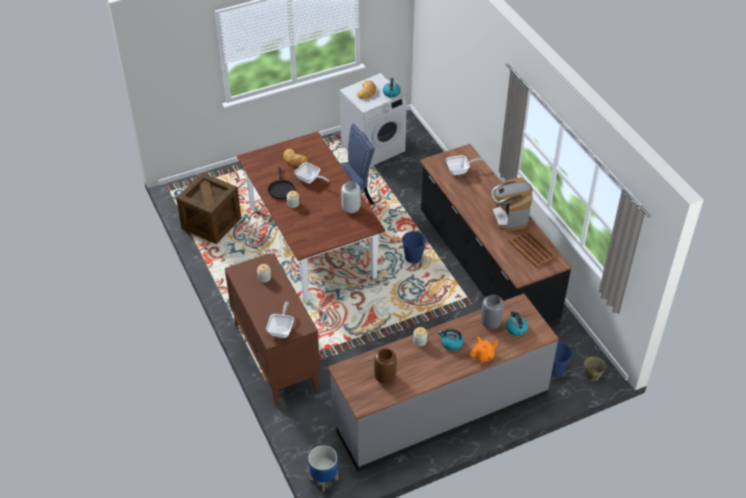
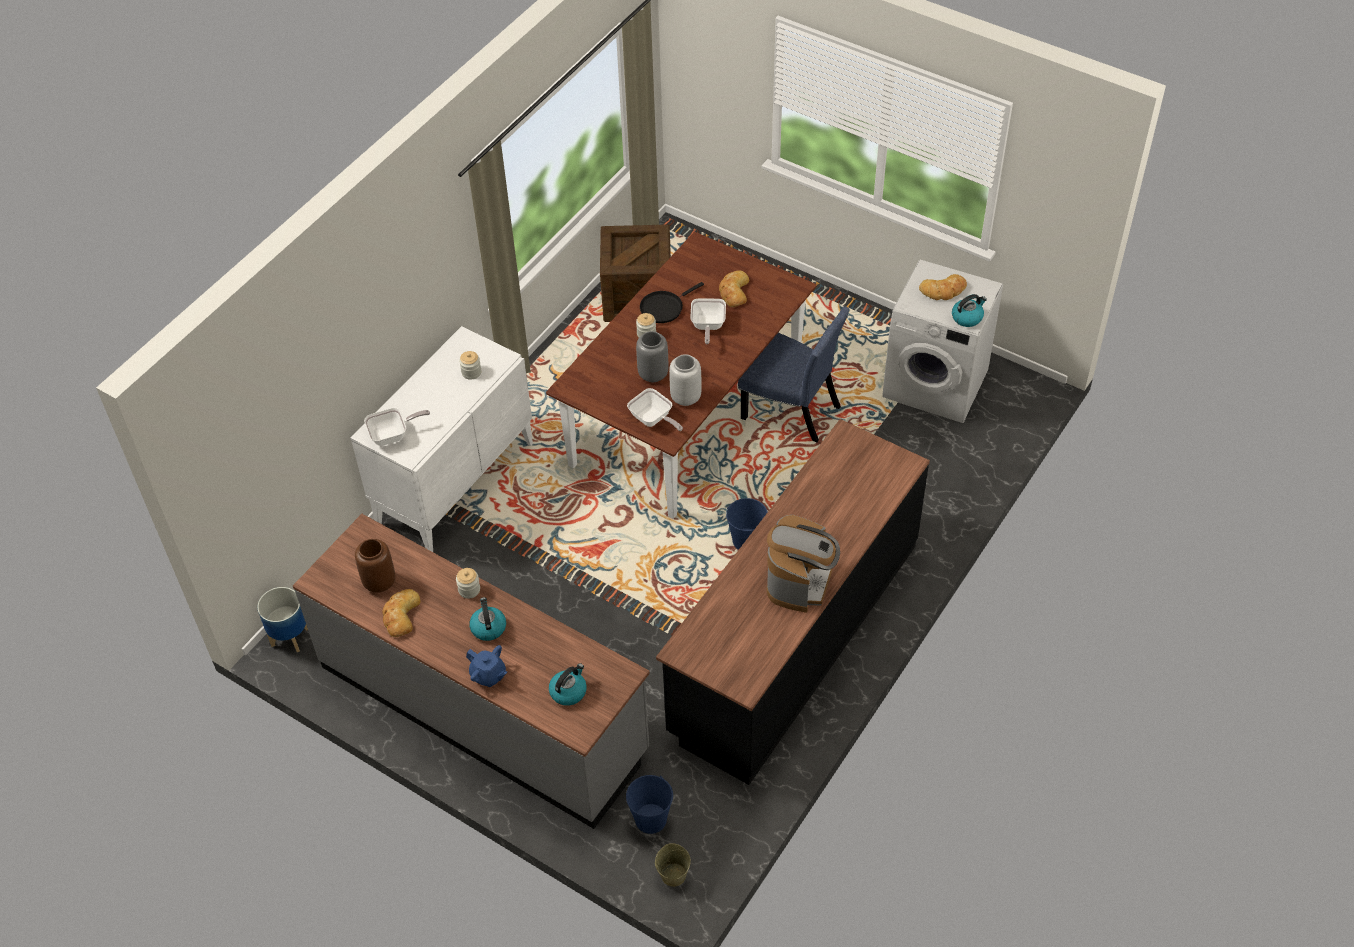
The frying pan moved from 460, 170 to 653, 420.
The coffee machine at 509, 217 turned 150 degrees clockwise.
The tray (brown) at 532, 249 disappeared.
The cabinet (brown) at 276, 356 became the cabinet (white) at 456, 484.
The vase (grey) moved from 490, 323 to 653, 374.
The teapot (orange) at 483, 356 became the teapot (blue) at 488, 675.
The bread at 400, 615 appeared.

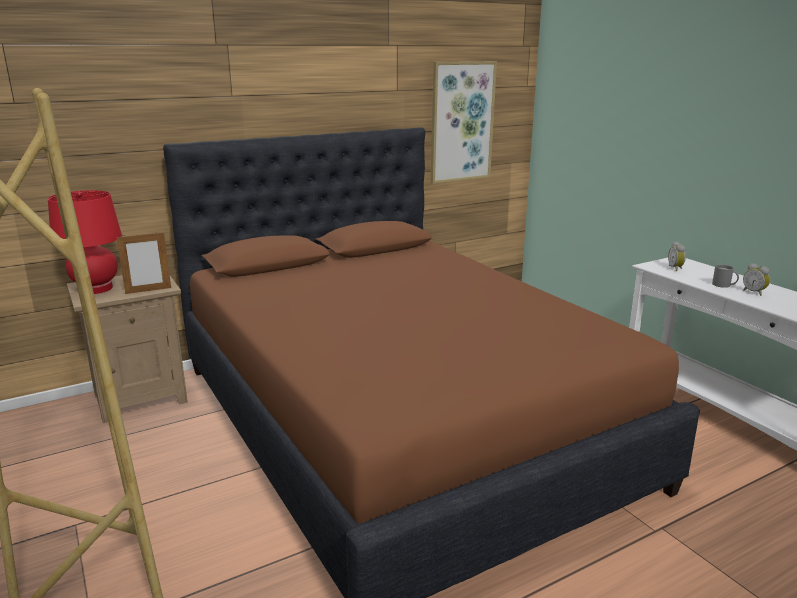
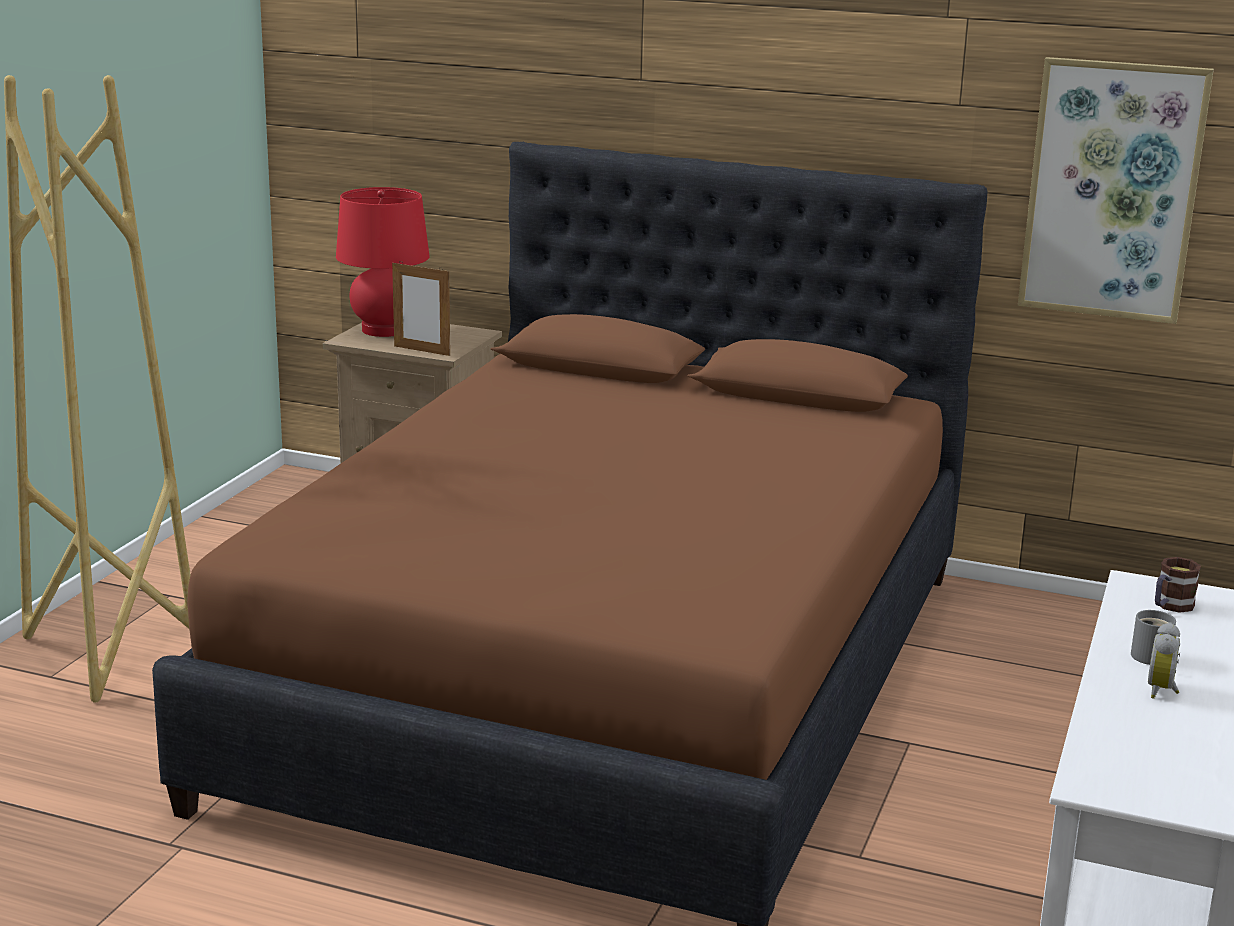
The alarm clock at 676, 268 was replaced by the mug at 1170, 606.

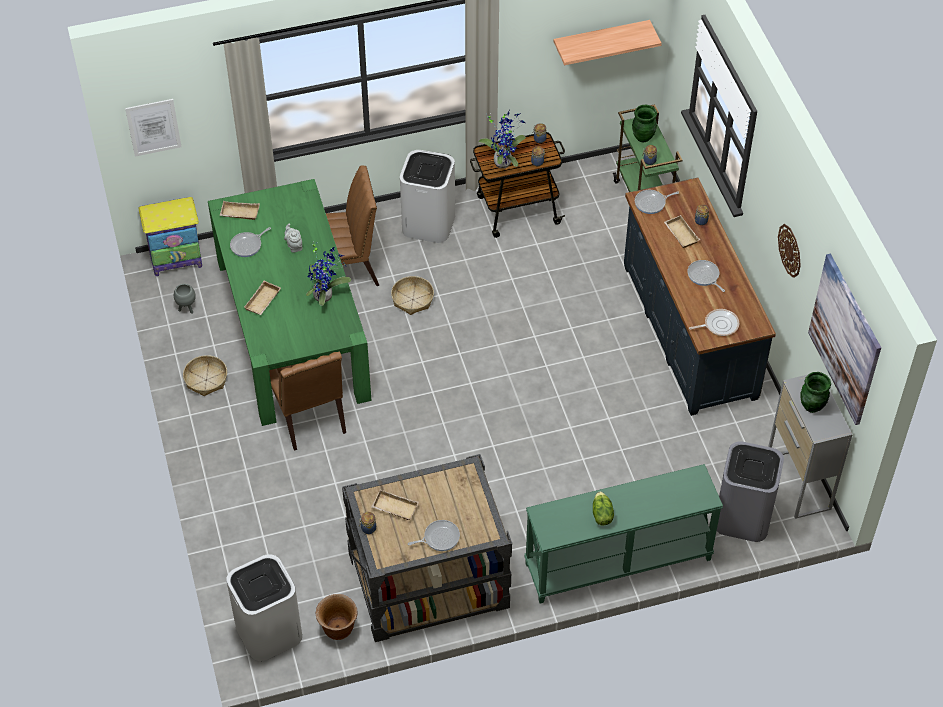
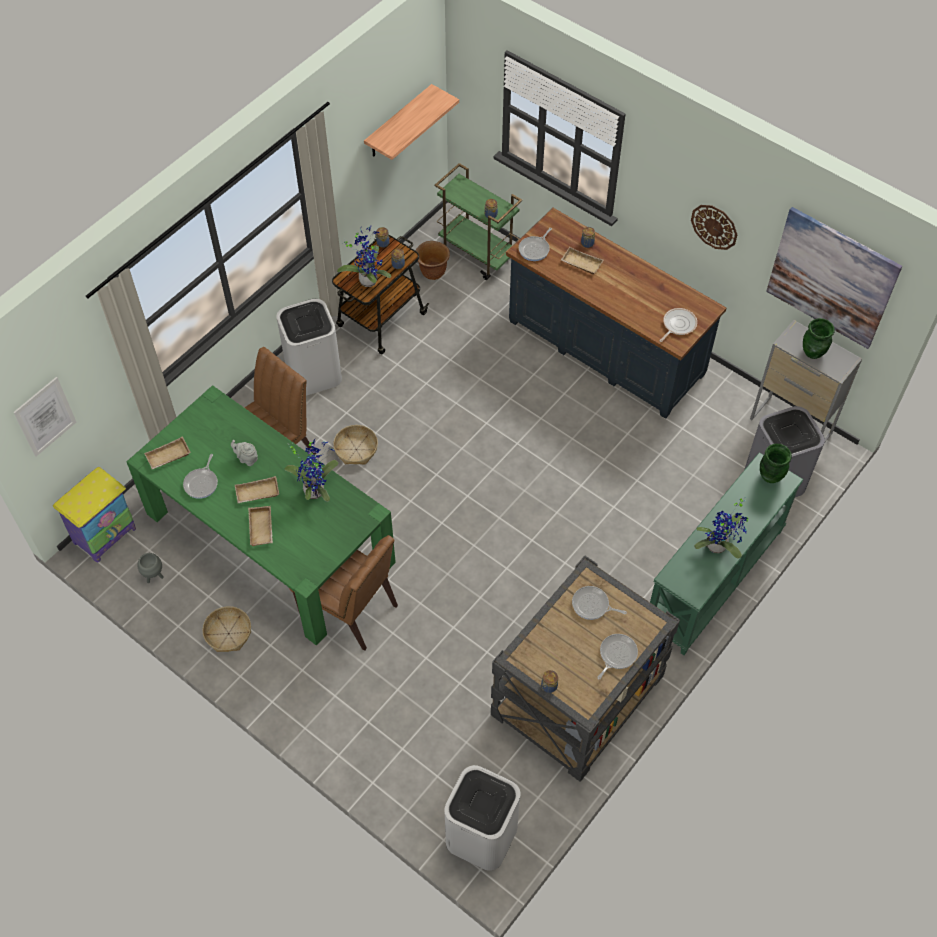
The vase (green) moved from 643, 137 to 770, 476.
The frying pan moved from 704, 276 to 592, 605.
The tray (beige) moved from 394, 508 to 257, 493.
The lettuce at 601, 515 was replaced by the potted plant at 719, 547.
The planter (brown) moved from 338, 629 to 432, 272.

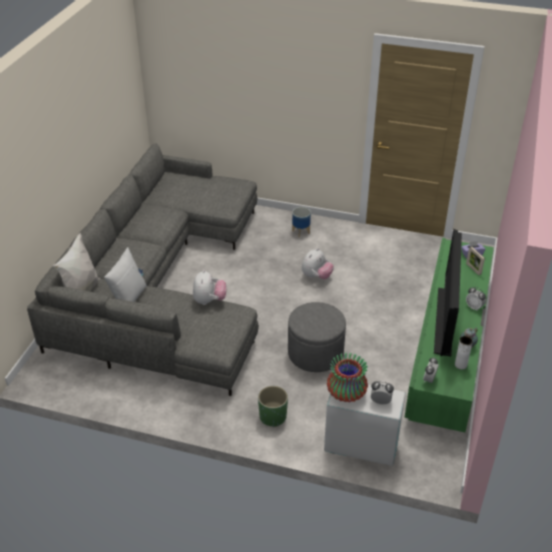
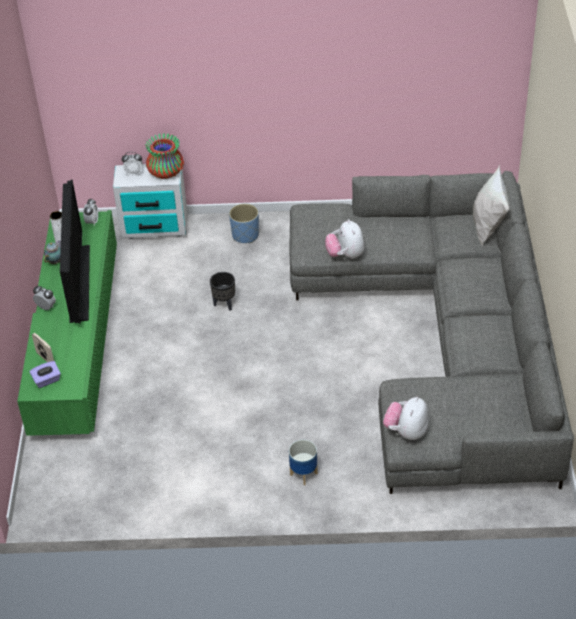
The pillow (grey) at 129, 299 disappeared.
The plush toy moved from 316, 276 to 406, 431.
The ottoman (grey) at 315, 353 was replaced by the planter (black) at 224, 304.
The planter (green) at 273, 416 became the planter (blue) at 245, 235.

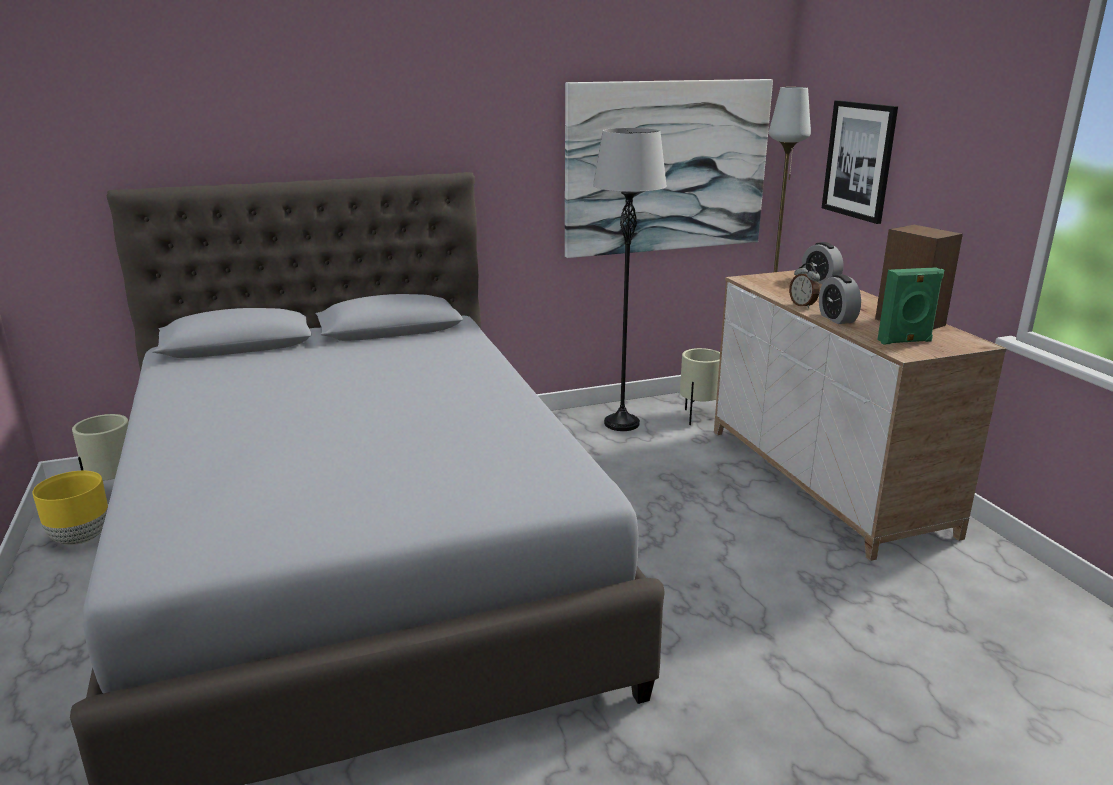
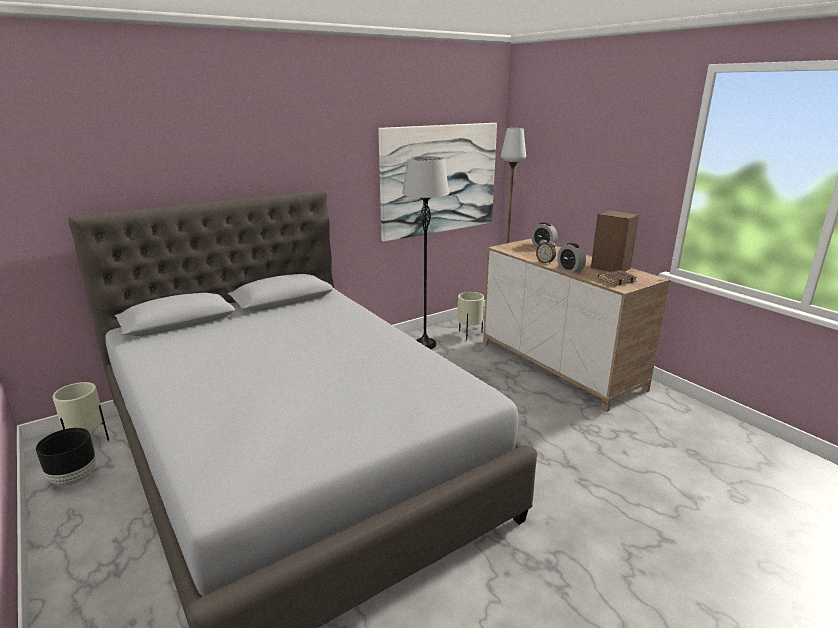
The picture at 859, 160 disappeared.
The speaker (green) at 905, 341 was replaced by the book (brown) at 616, 280.
The planter (yellow) at 80, 537 became the planter (black) at 74, 478.

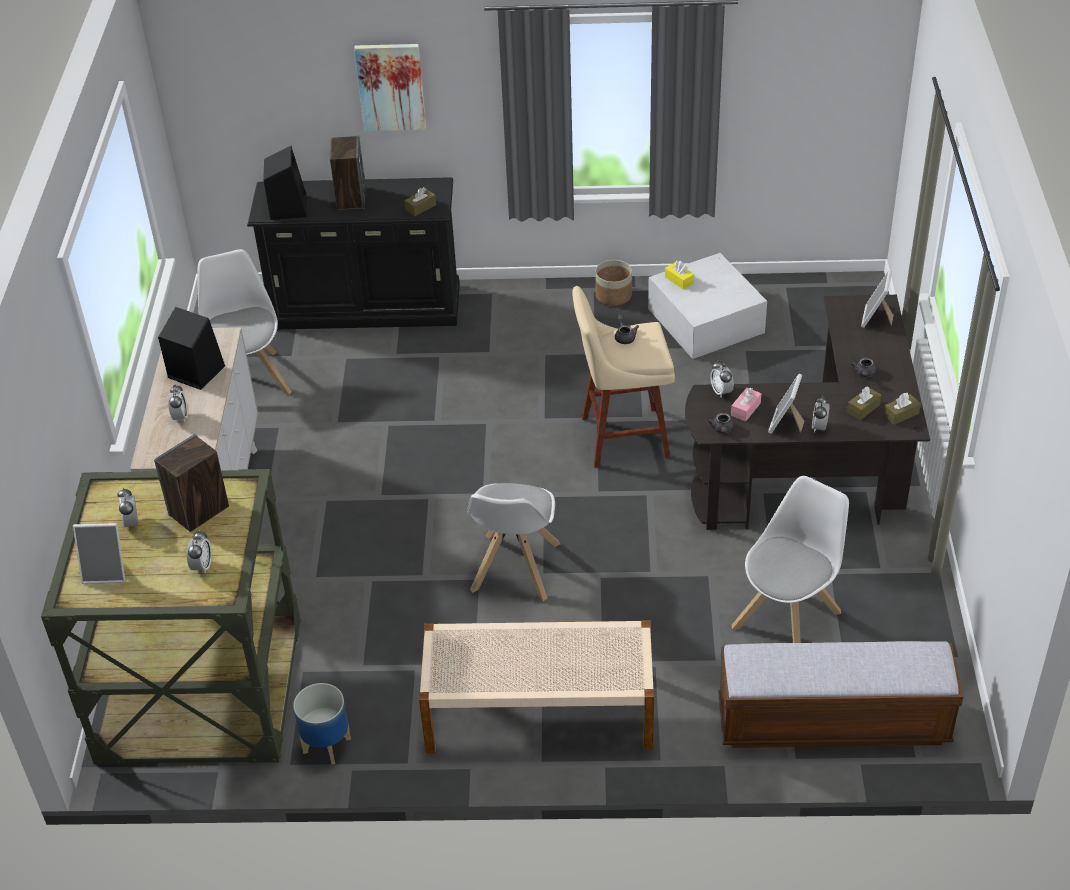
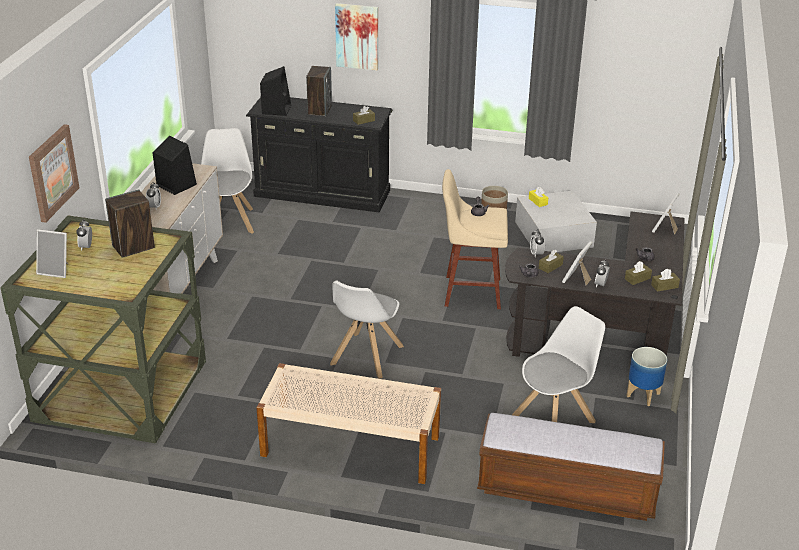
The tissue box (pink) at 745, 409 became the tissue box (brown) at 550, 266.
The alarm clock at 202, 566 disappeared.
The planter moved from 327, 745 to 643, 395.
The picture at 52, 172 appeared.

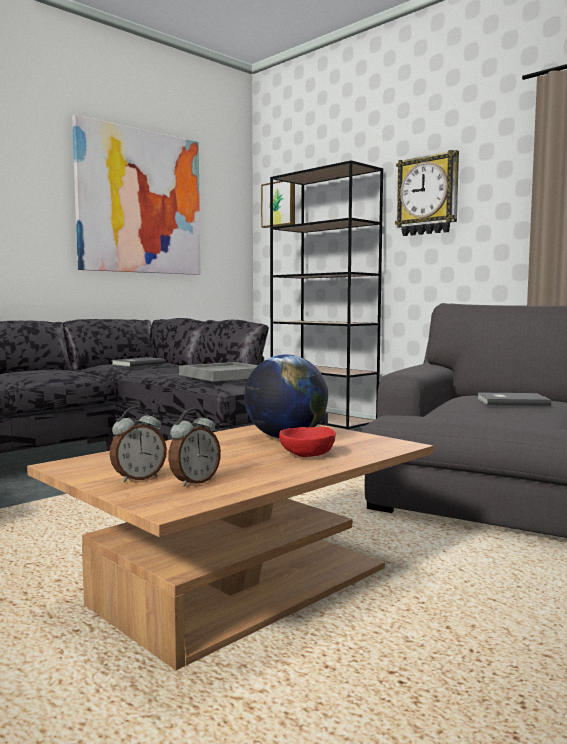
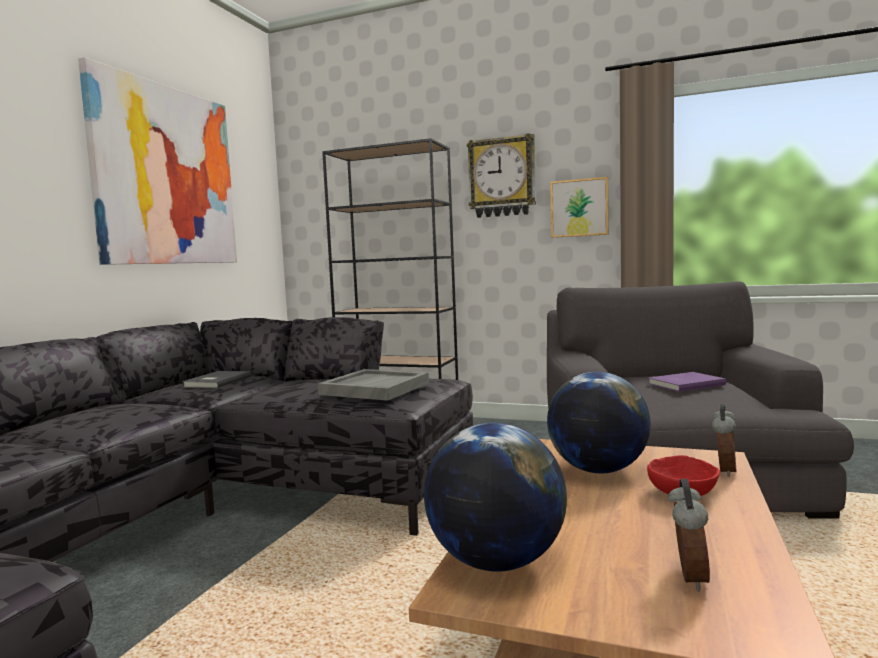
The picture moved from 279, 204 to 579, 208.
The book (grey) at 510, 402 became the book (purple) at 684, 384.
The alarm clock moved from 138, 478 to 723, 470.
The globe at 496, 562 appeared.

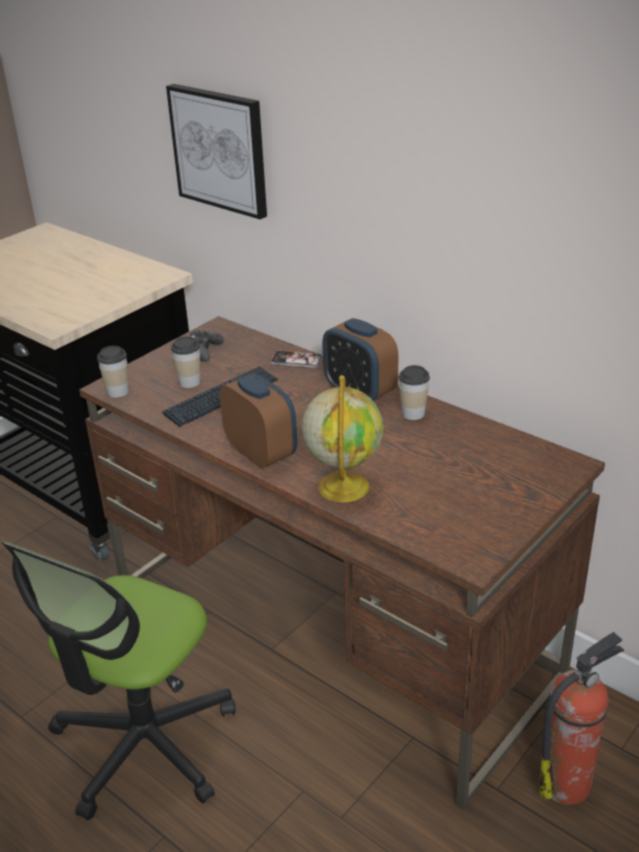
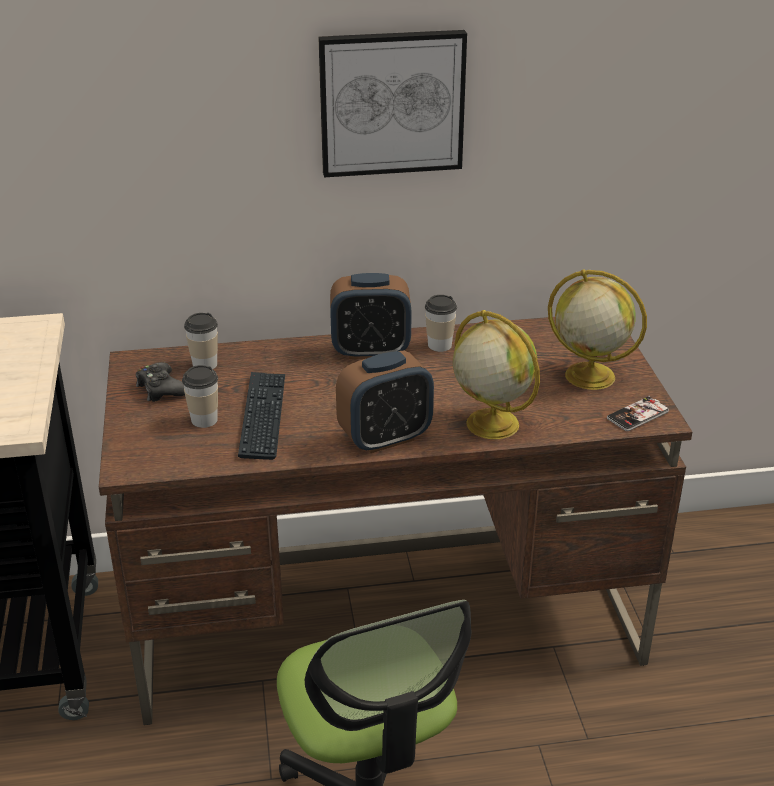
The picture moved from 220, 149 to 391, 103.
The cup moved from 118, 391 to 204, 364.
The phone moved from 296, 360 to 637, 415.
The alarm clock at 261, 453 turned 150 degrees clockwise.
The fire extinguisher at 567, 781 disappeared.
The globe at 588, 376 appeared.

